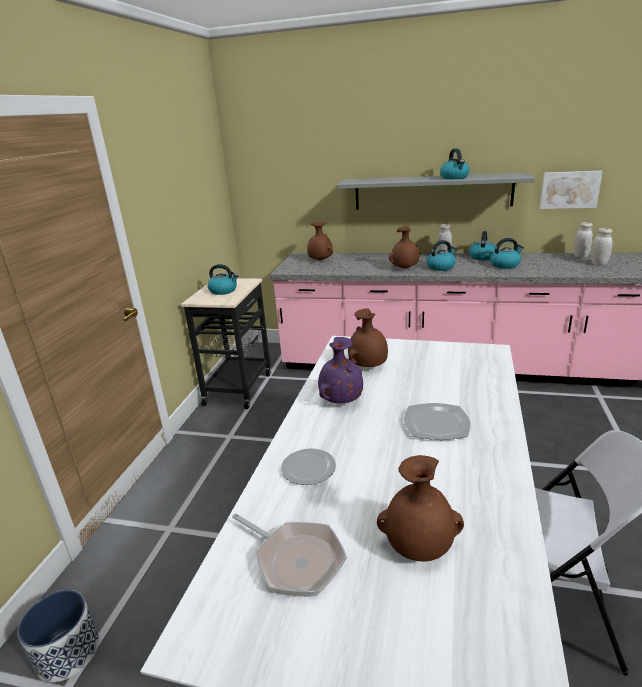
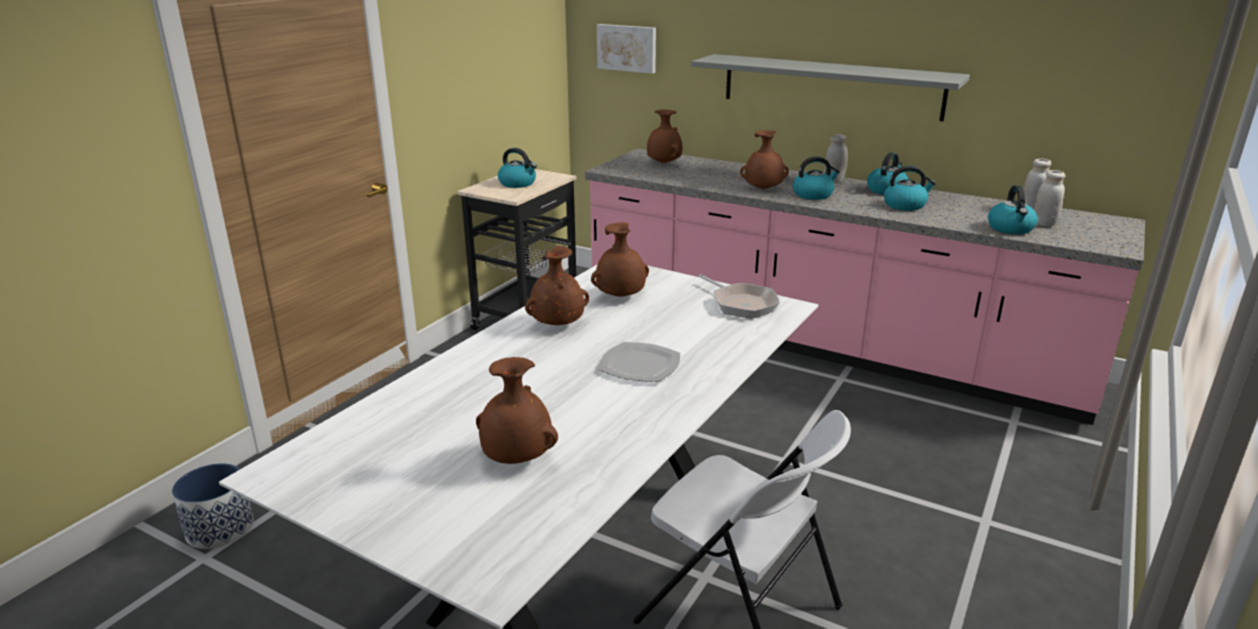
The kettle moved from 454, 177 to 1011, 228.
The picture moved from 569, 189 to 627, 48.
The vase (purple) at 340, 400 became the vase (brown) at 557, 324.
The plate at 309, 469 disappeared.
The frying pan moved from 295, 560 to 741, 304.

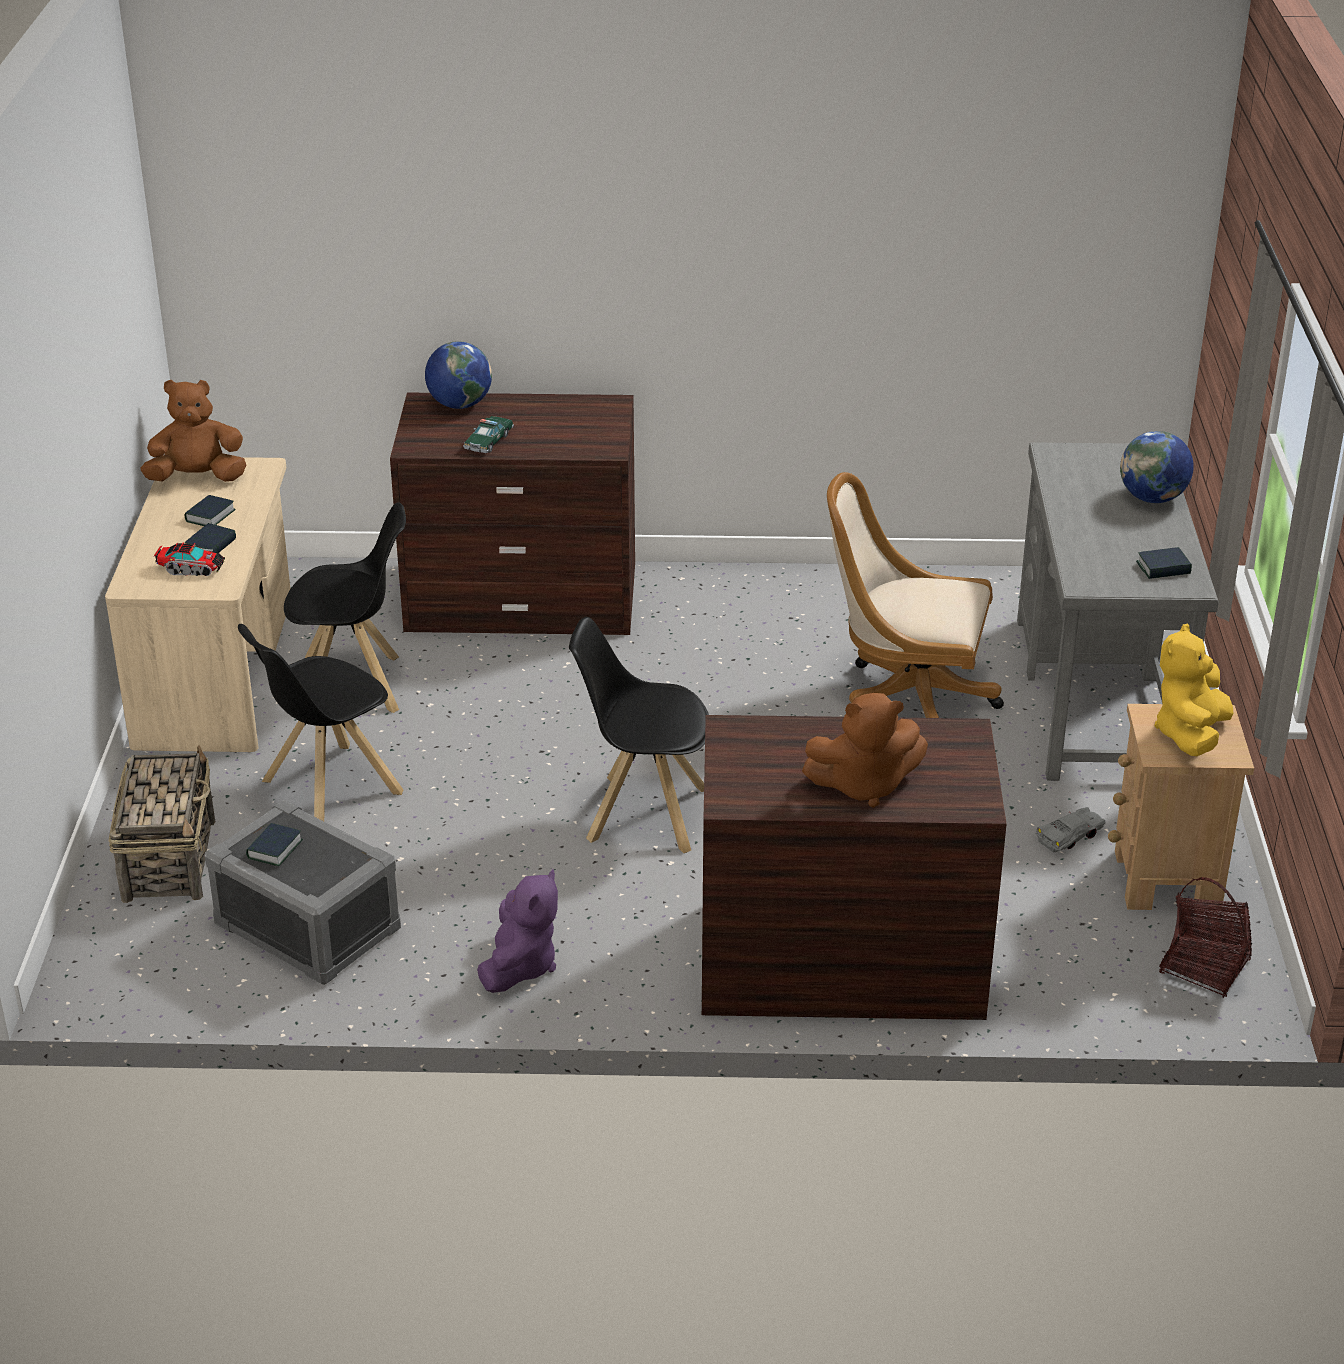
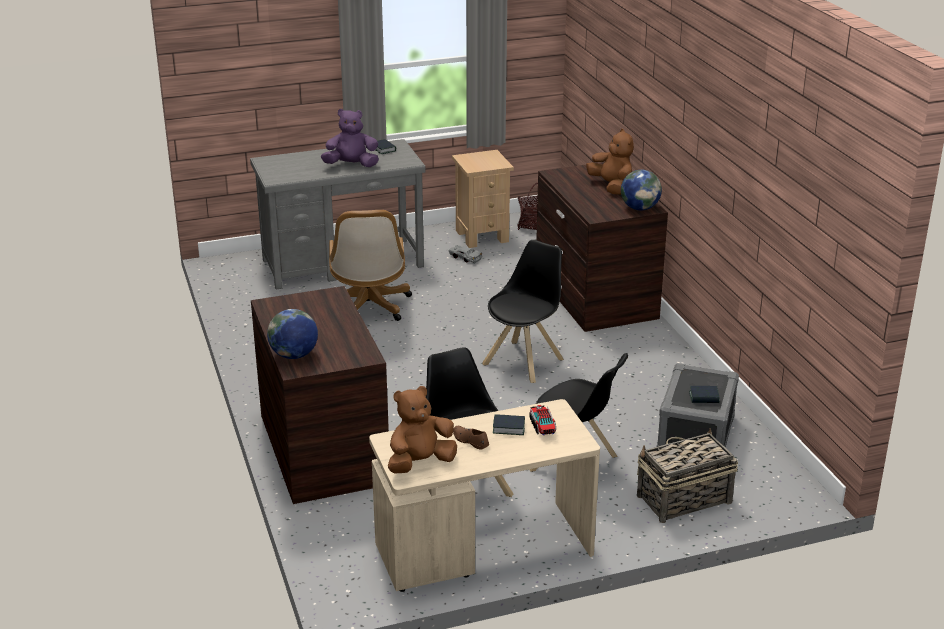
The plush toy (brown) at 197, 478 turned 90 degrees clockwise.
The toy car at 489, 441 disappeared.
The globe moved from 1152, 498 to 640, 208.
The book at 210, 516 was replaced by the shoe (brown) at 470, 440.
The chair (black) at 643, 813 turned 135 degrees counterclockwise.
The plush toy (yellow) at 1190, 735 disappeared.
The plush toy (purple) moved from 520, 966 to 351, 165.

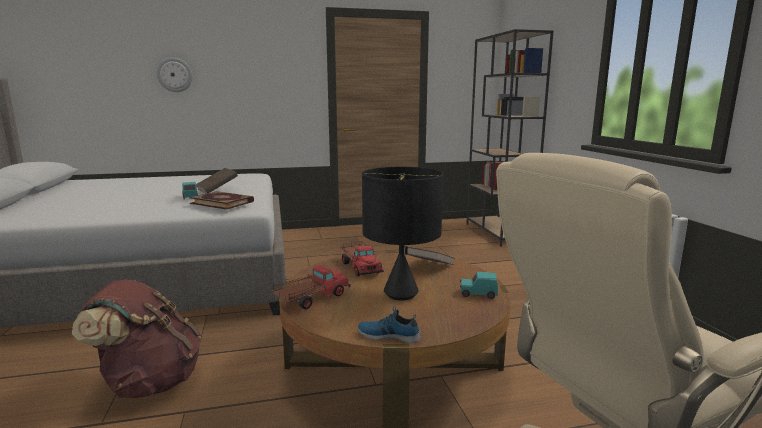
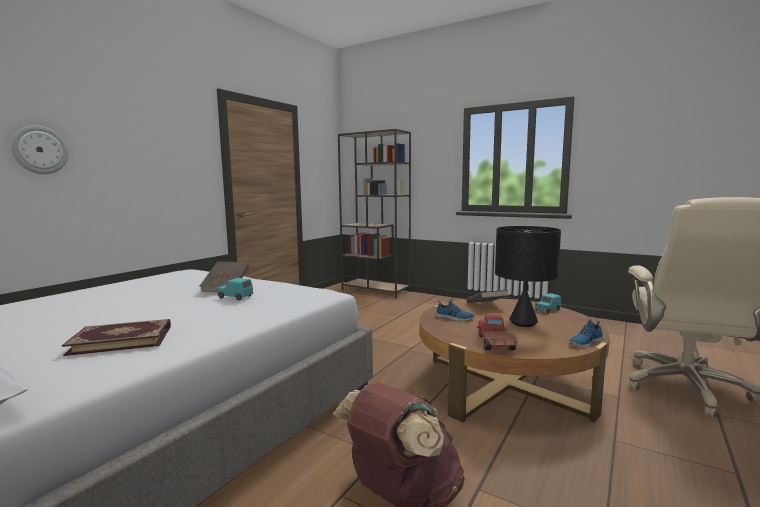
The book moved from 222, 202 to 122, 339.
The toy truck at 361, 267 was replaced by the shoe at 454, 318.

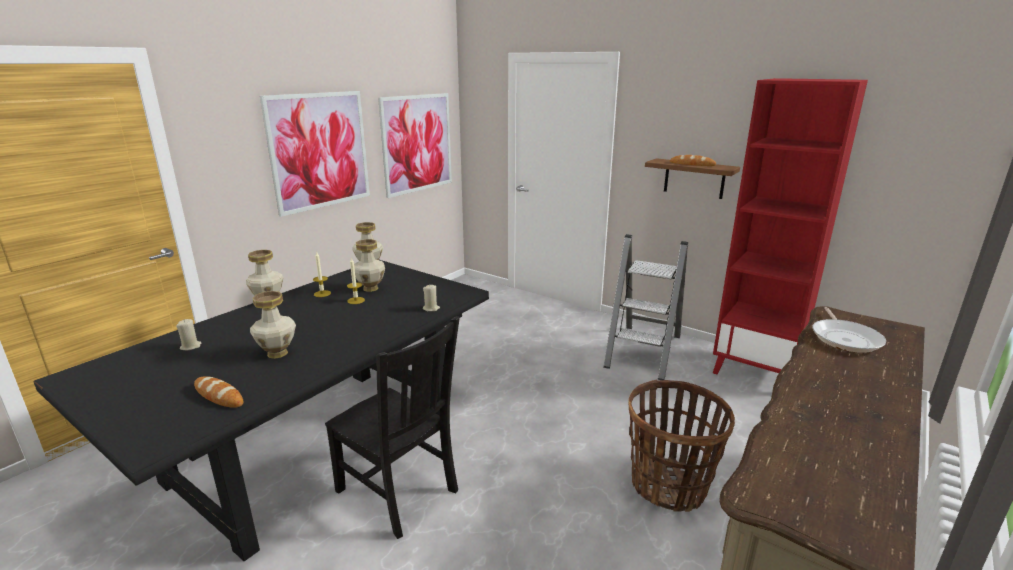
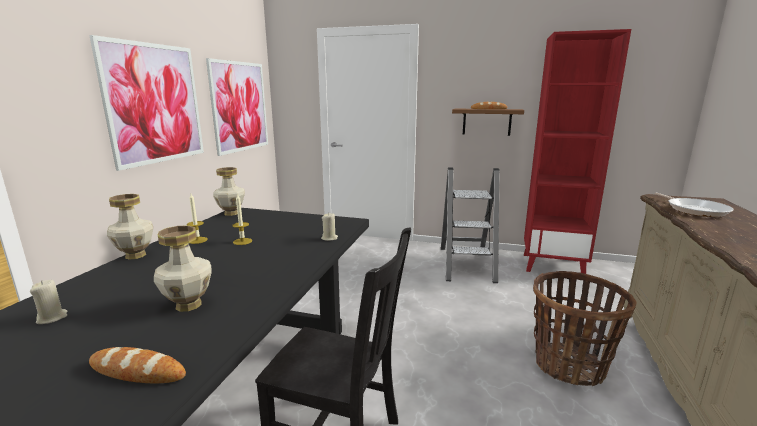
The vase at 371, 288 disappeared.

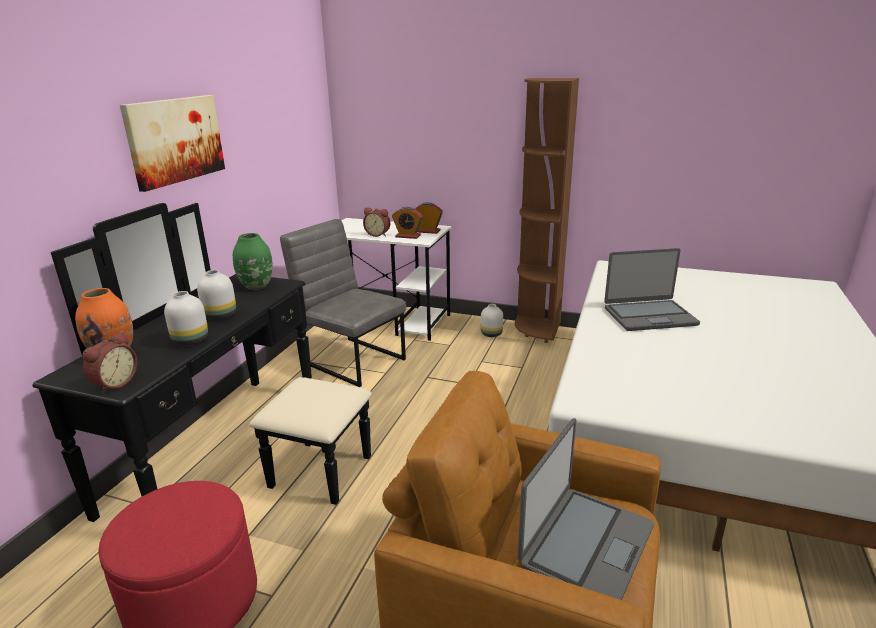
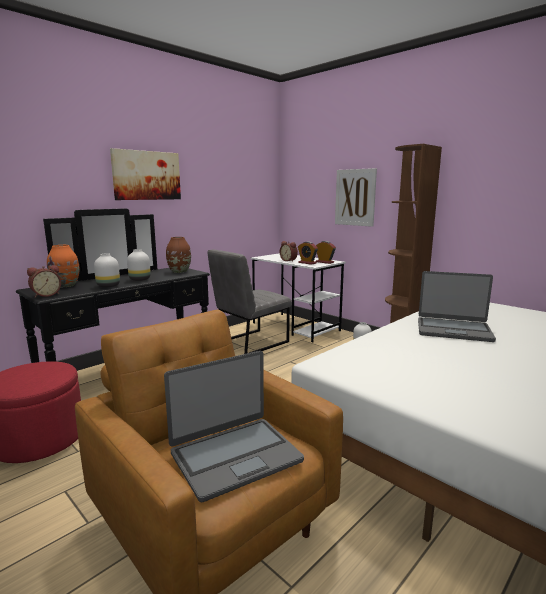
The chair (grey) at 352, 360 turned 105 degrees counterclockwise.
The vase (green) at 257, 286 became the vase (brown) at 179, 271.
The picture at 355, 197 appeared.

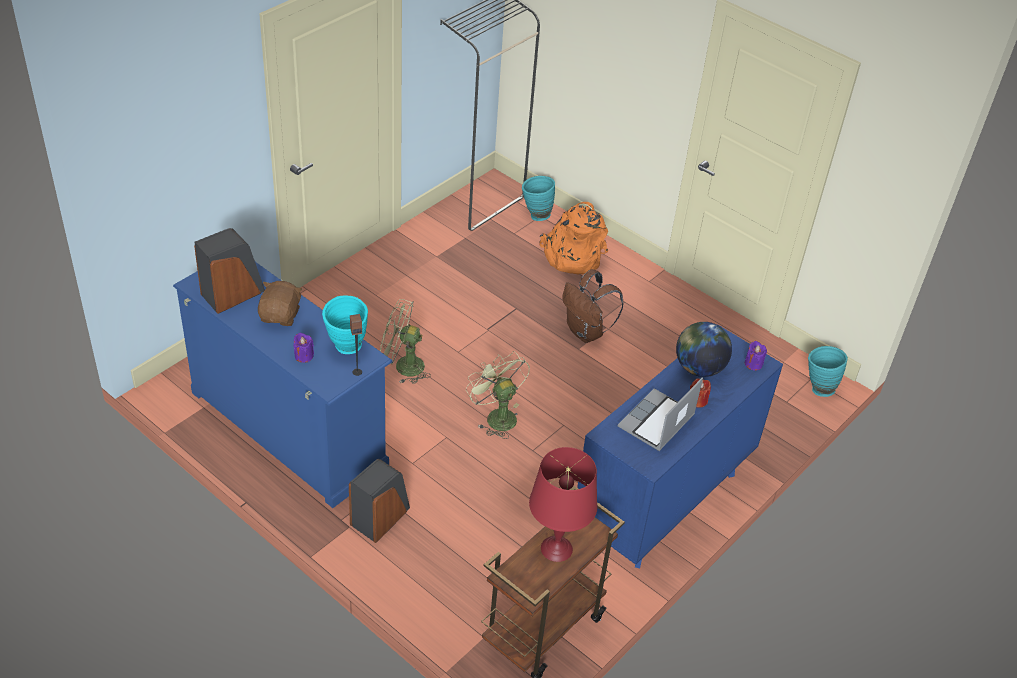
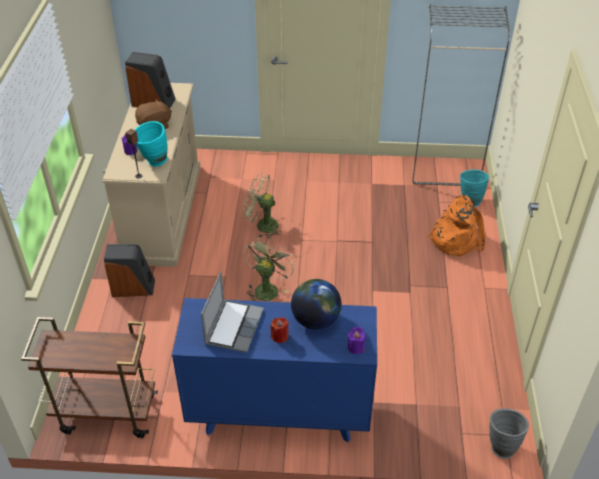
The cabinet (blue) at 287, 428 became the cabinet (beige) at 163, 212.
The backpack (brown) at 586, 332 disappeared.
The fan (green) at 402, 366 turned 45 degrees counterclockwise.
The vase (turquoise) at 817, 388 became the vase (grey) at 501, 445.
The laptop at 656, 422 turned 105 degrees clockwise.
The table lamp (red) at 557, 549 disappeared.

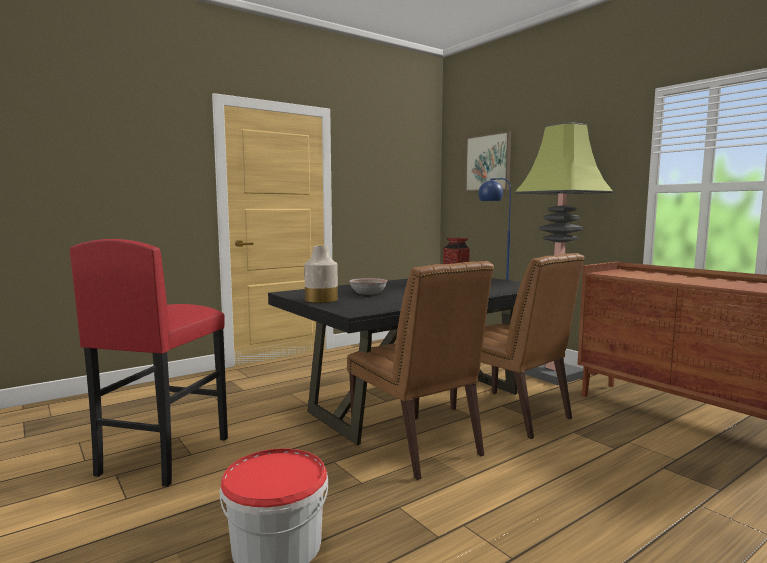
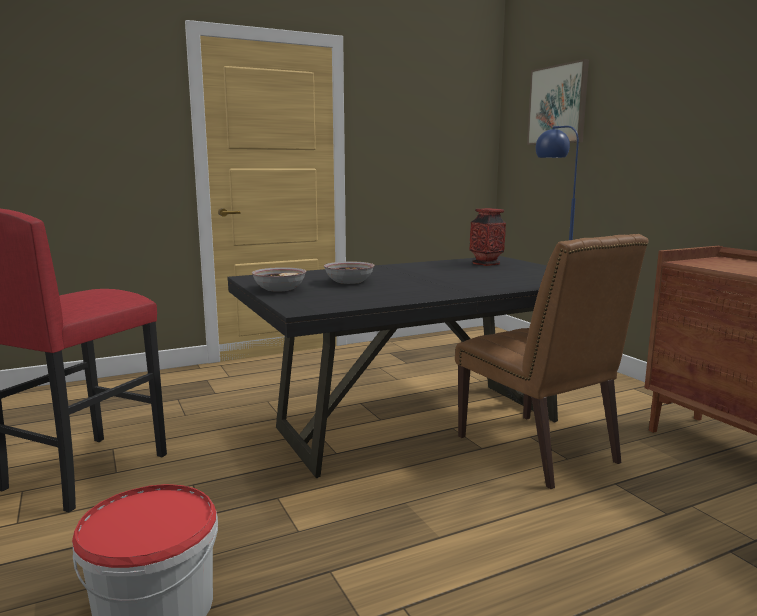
The floor lamp at 554, 375 disappeared.
The vase (beige) at 321, 300 was replaced by the bowl at 279, 289.
The chair (brown) at 414, 445 disappeared.

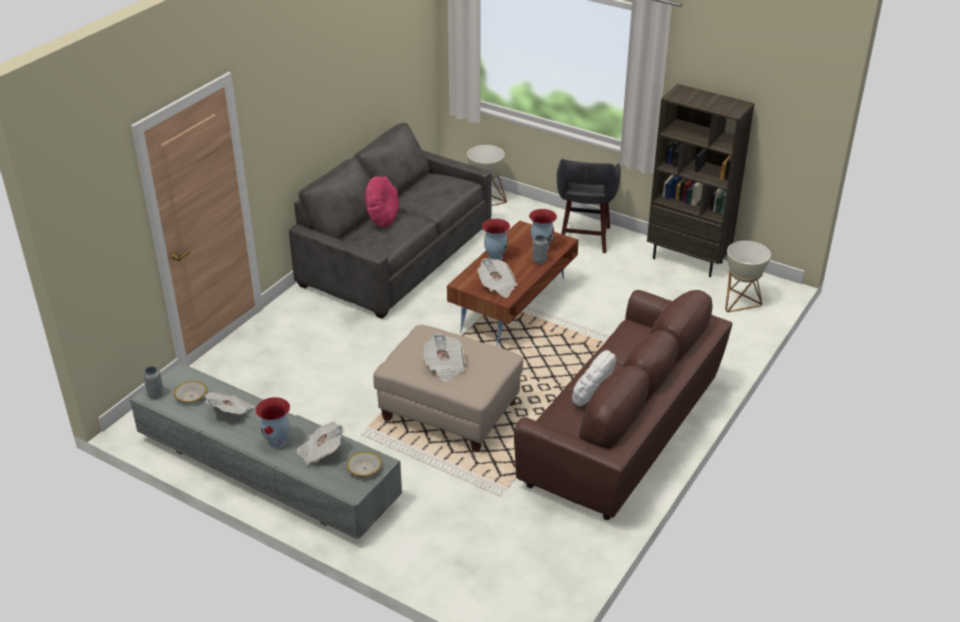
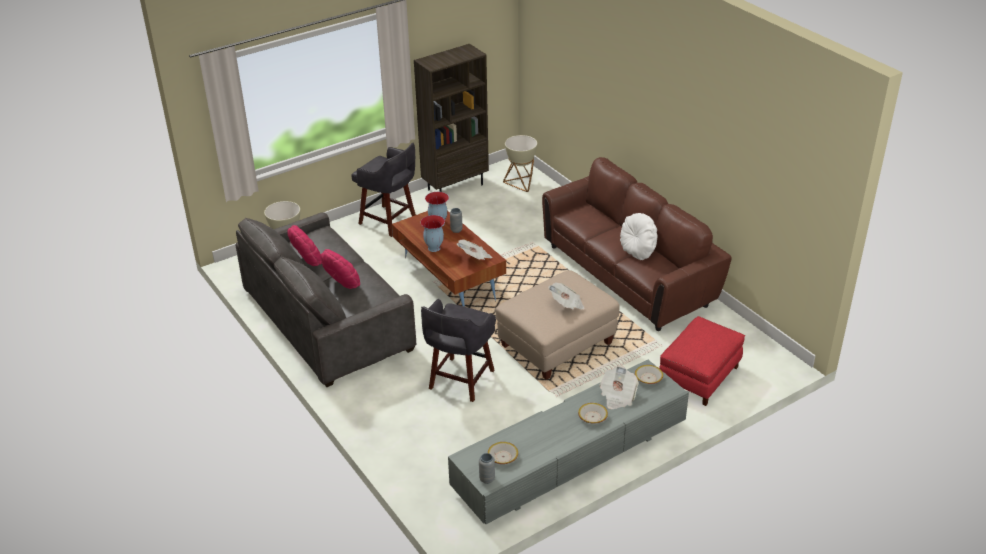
The newspaper at 231, 412 disappeared.
The vase at 278, 442 was replaced by the bowl at 592, 417.
The pillow (pink) at 306, 263 appeared.
The stool (grey) at 460, 381 appeared.
The ottoman (red) at 699, 376 appeared.

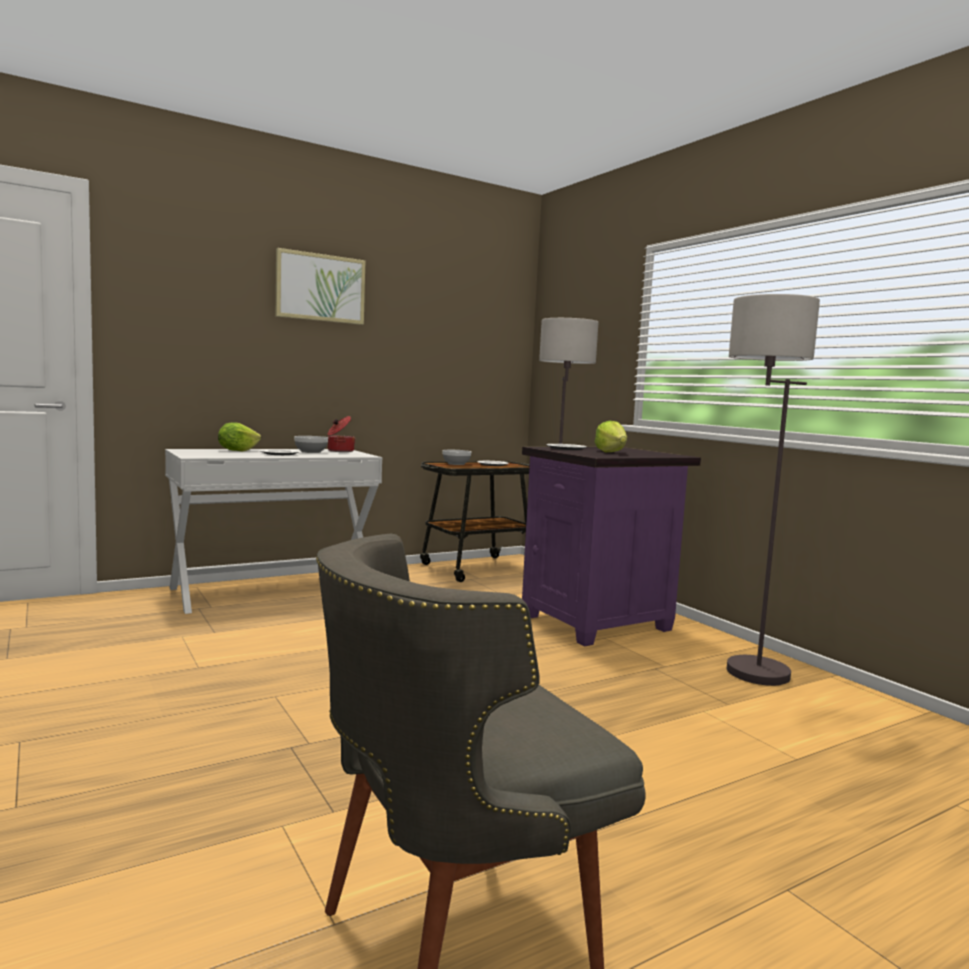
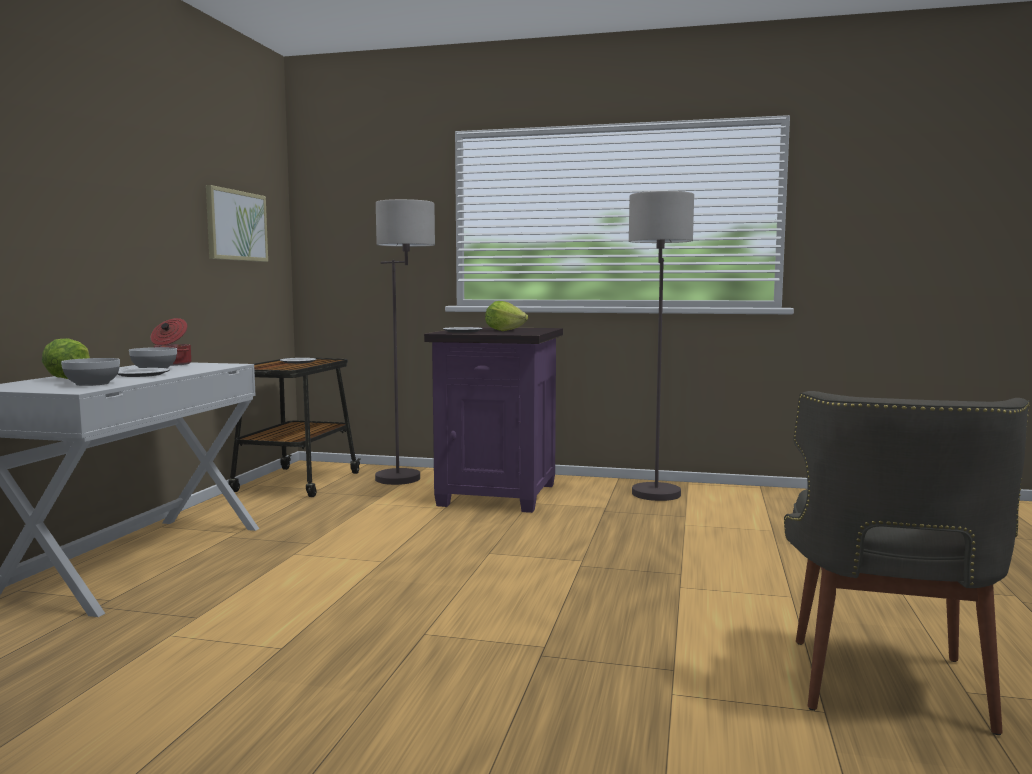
The picture moved from 320, 288 to 236, 225.
The bowl moved from 456, 464 to 91, 384.

